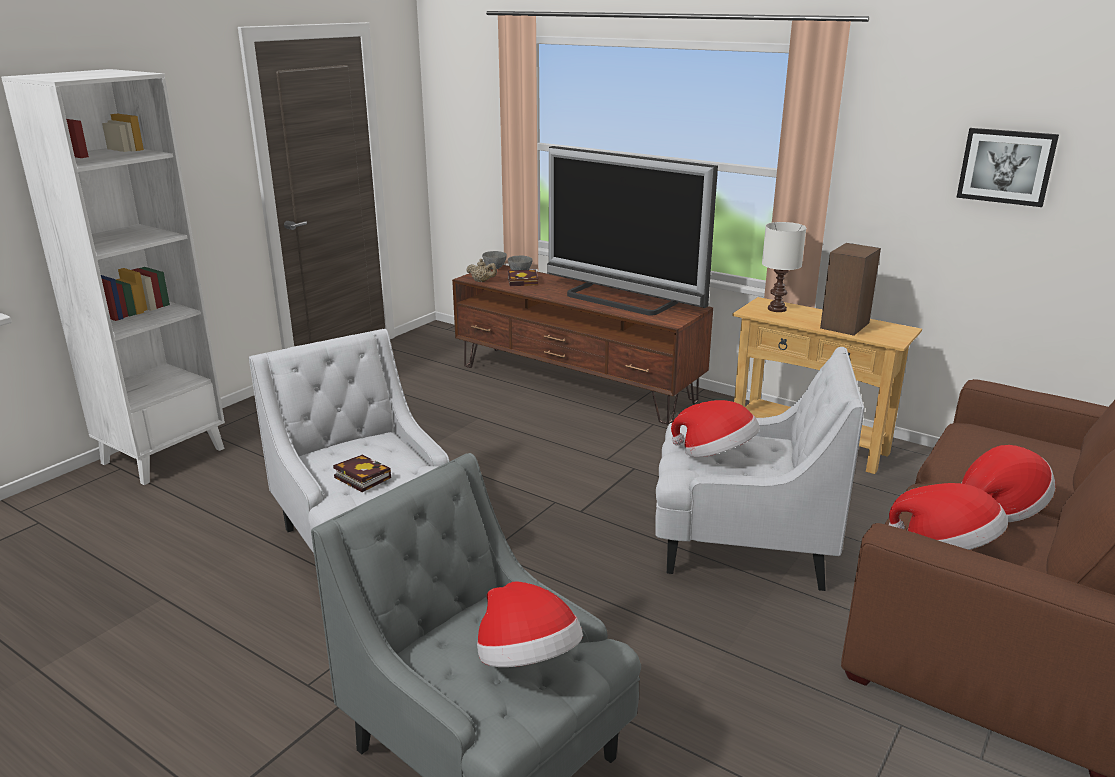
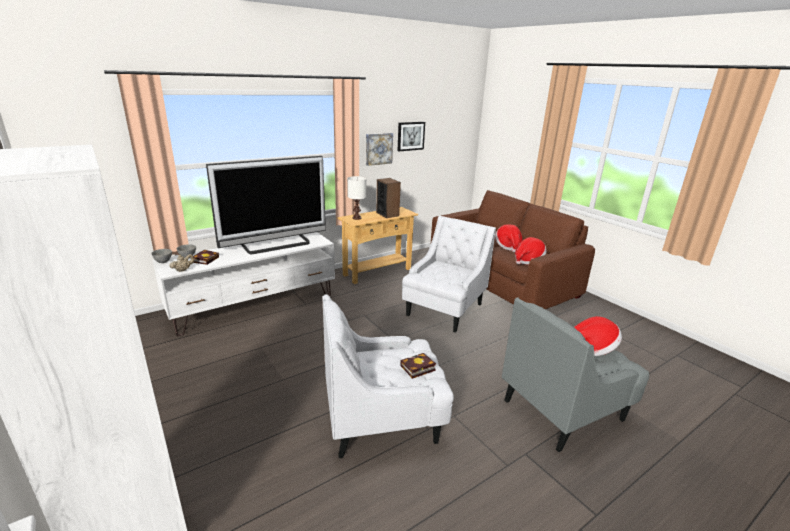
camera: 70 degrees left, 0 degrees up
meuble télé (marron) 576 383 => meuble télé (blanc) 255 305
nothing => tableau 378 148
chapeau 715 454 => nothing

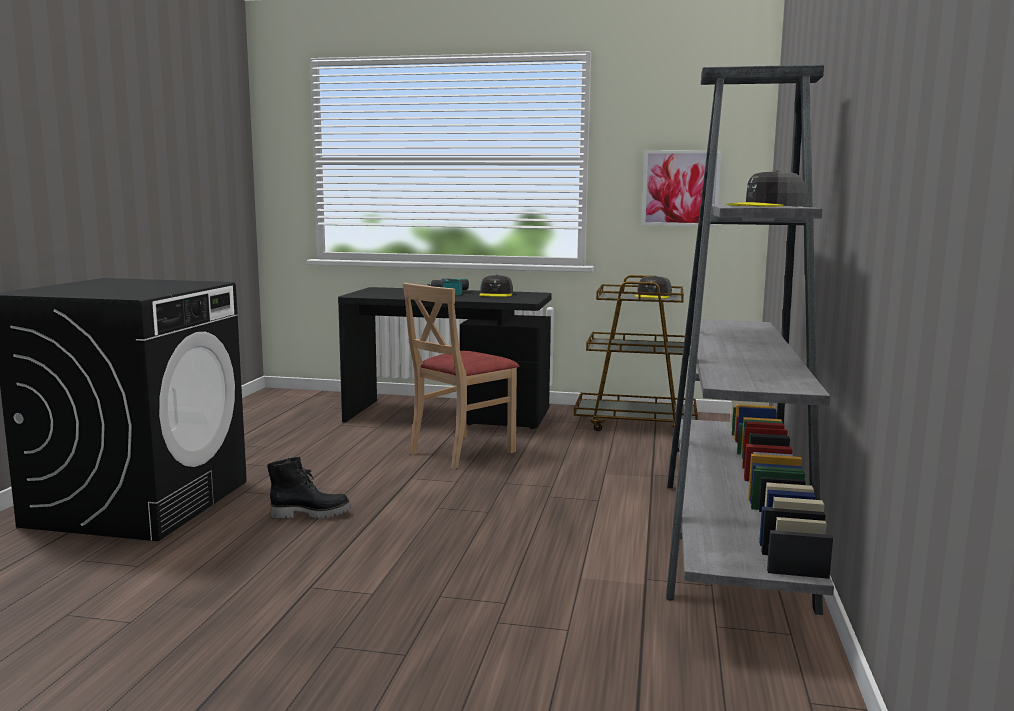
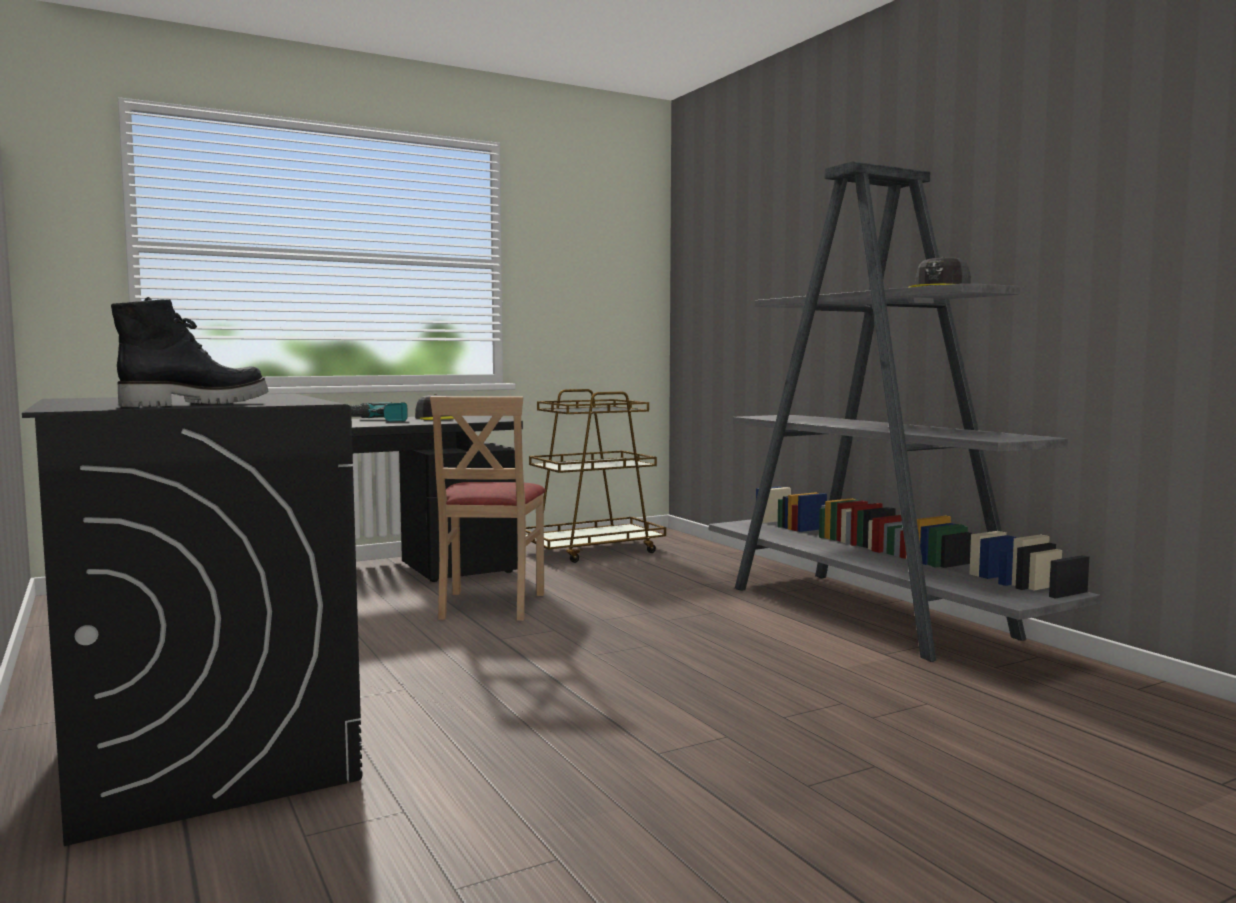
camera: 40 degrees left, 5 degrees down
botte (noir) 311 513 => botte (noir) 195 404, moved
casquette (gris) 653 296 => nothing
tableau 680 188 => nothing

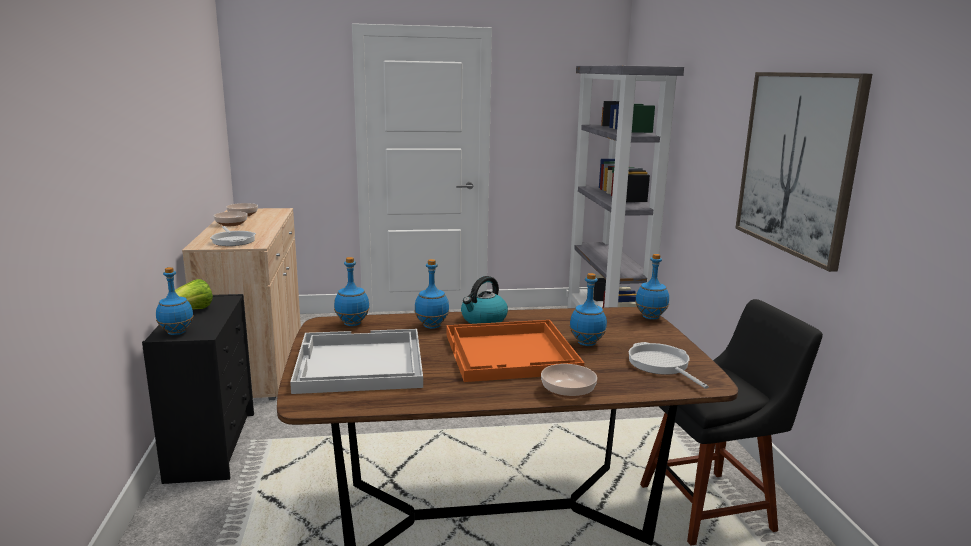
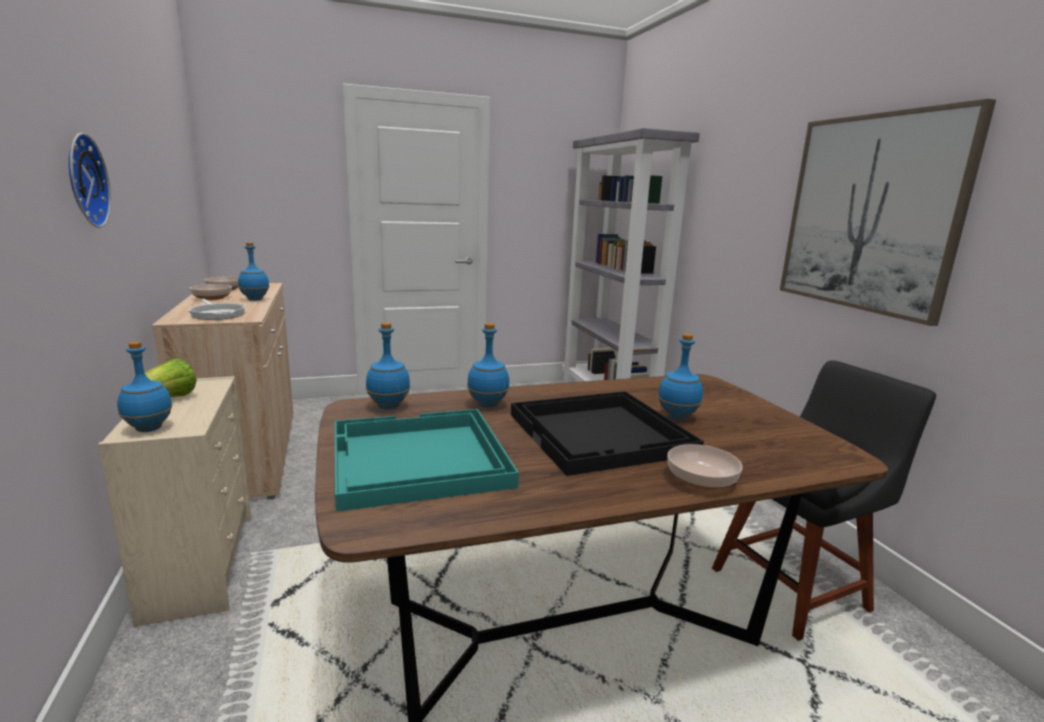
camera: 10 degrees left, 0 degrees up
nothing => horloge murale 82 180
commode (noir) 212 445 => commode (beige) 201 563
bouteille (bleu) 650 317 => bouteille (bleu) 255 299, moved
plateau (blanc) 358 364 => plateau (turquoise) 417 459
plateau (orange) 512 353 => plateau (noir) 602 434
bouilloire 483 319 => nothing
poêle 660 365 => nothing

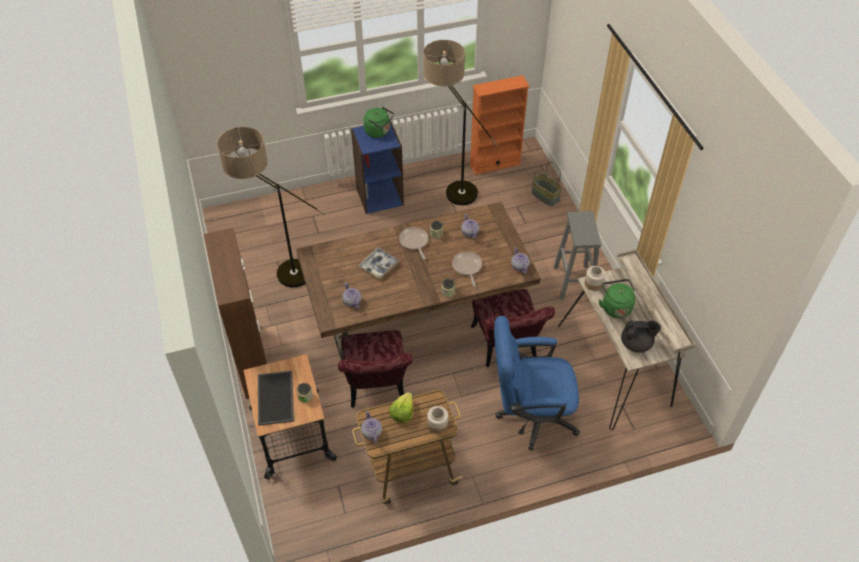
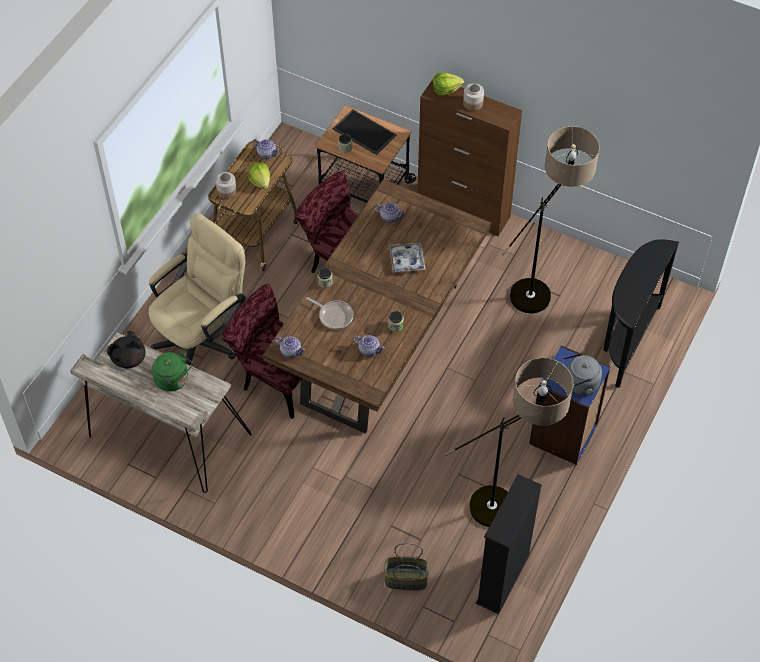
camera: 135 degrees right, 5 degrees up
chaise de bureau (bleu) 529 415 => chaise de bureau (beige) 203 337
nothing => laitue 446 89
bocal 593 283 => bocal 472 103, moved
bibliothèque (orange) 495 164 => bibliothèque (noir) 503 579
bouilloire (vert) 379 131 => bouilloire (gris) 579 384
nothing => table console (noir) 626 341
poêle 414 242 => nothing
tabouret (gris) 574 282 => nothing

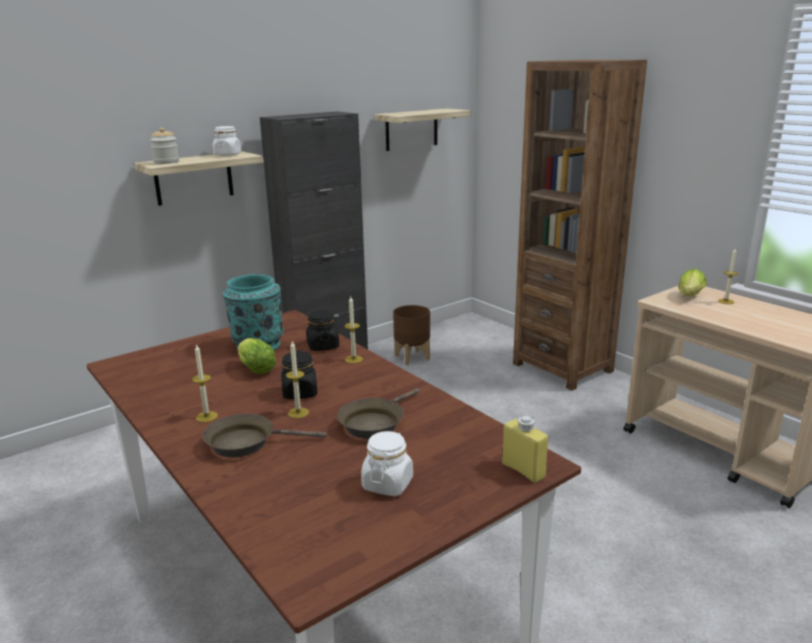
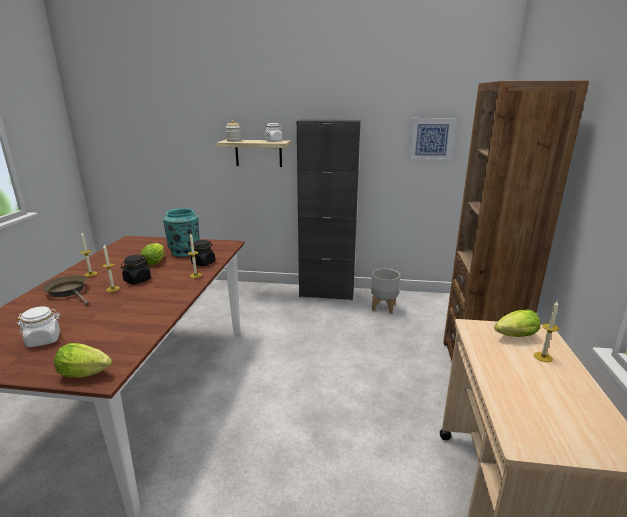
camera: 45 degrees right, 0 degrees up
bouteille (jaune) 523 470 => laitue 88 374
cache-pot (marron) 412 357 => cache-pot (gris) 384 307
étagère 411 129 => tableau 431 139
poêle (marron) 374 423 => nothing

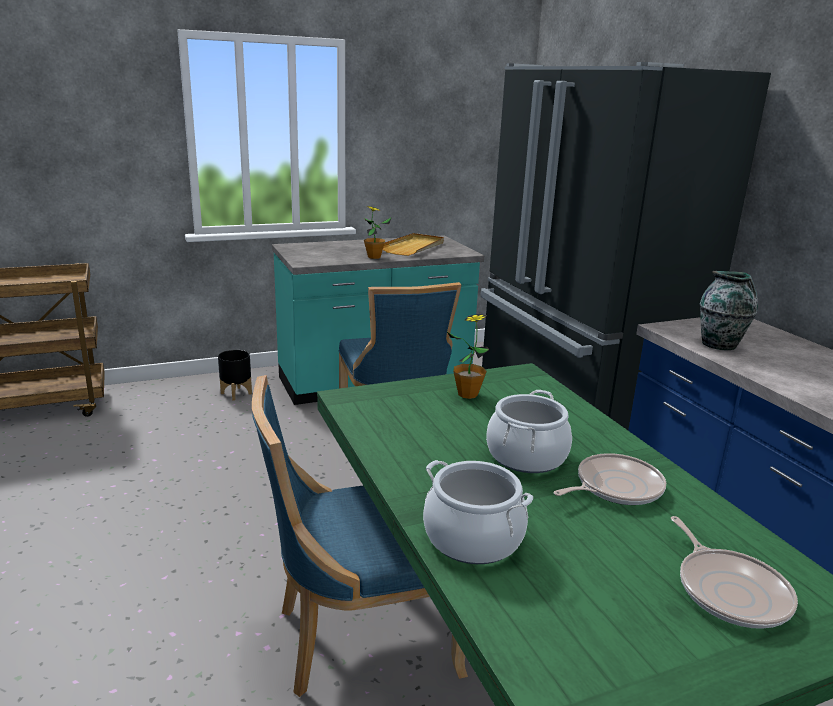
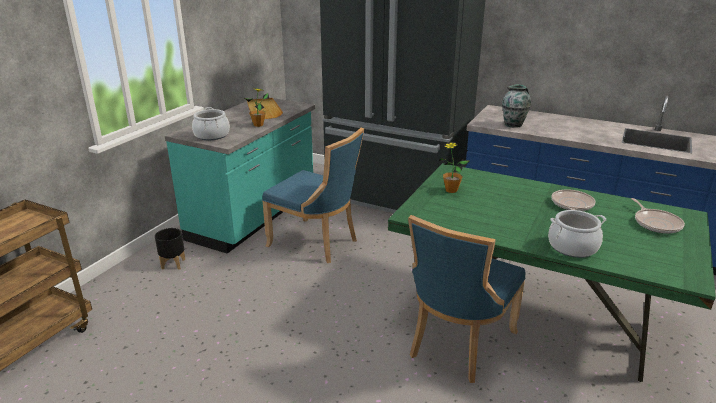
camera: 40 degrees left, 5 degrees up
marmite 526 456 => marmite 211 135, moved
poêle 729 590 => poêle 656 223, 45 degrees clockwise

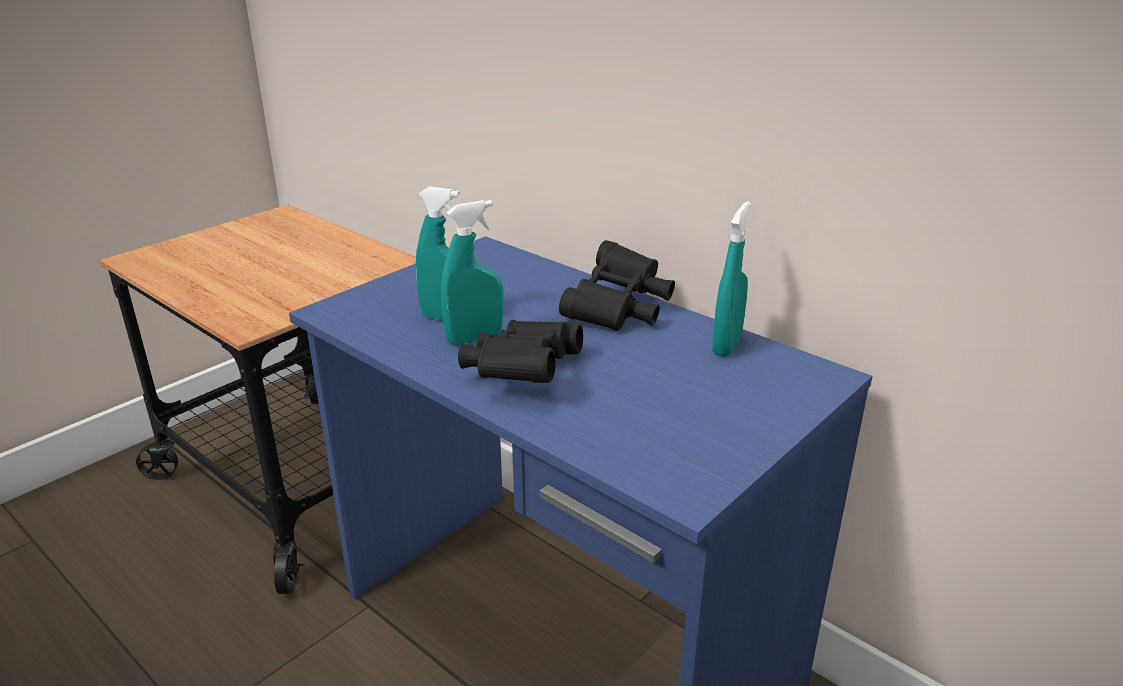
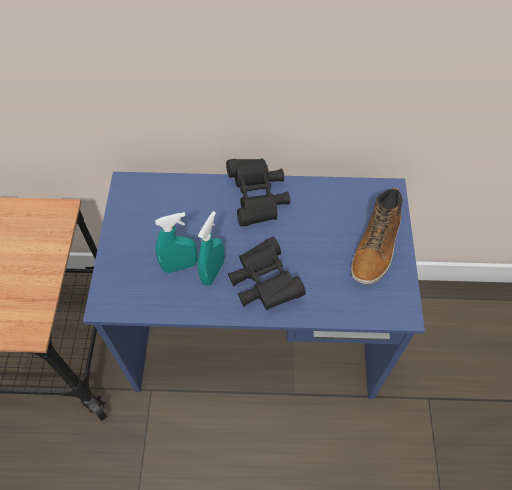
camera: 40 degrees left, 30 degrees up
nothing => botte 376 247
vaporisateur (turquoise) 726 345 => nothing

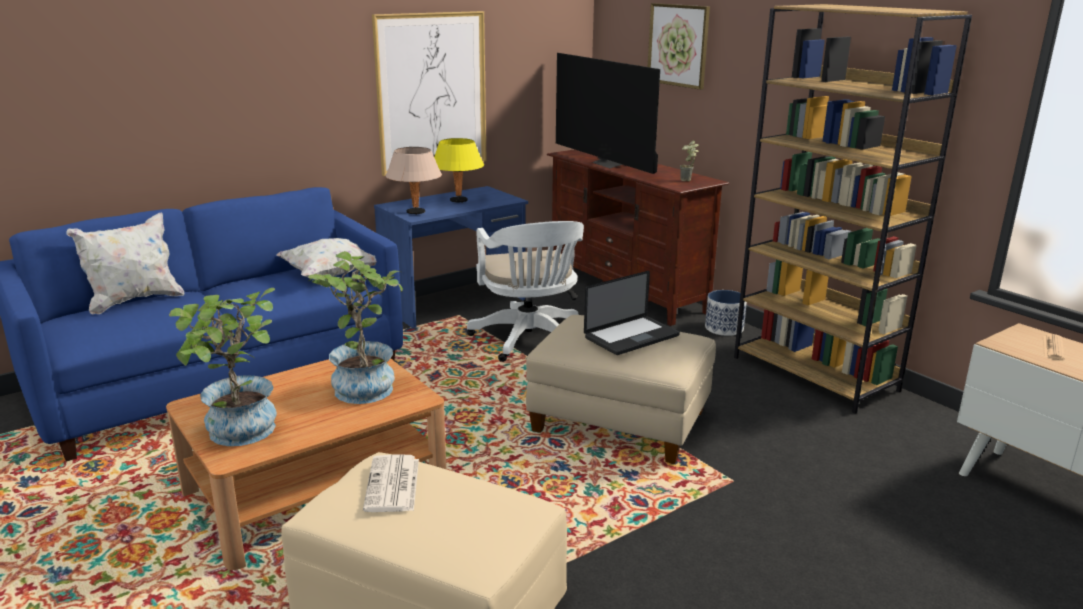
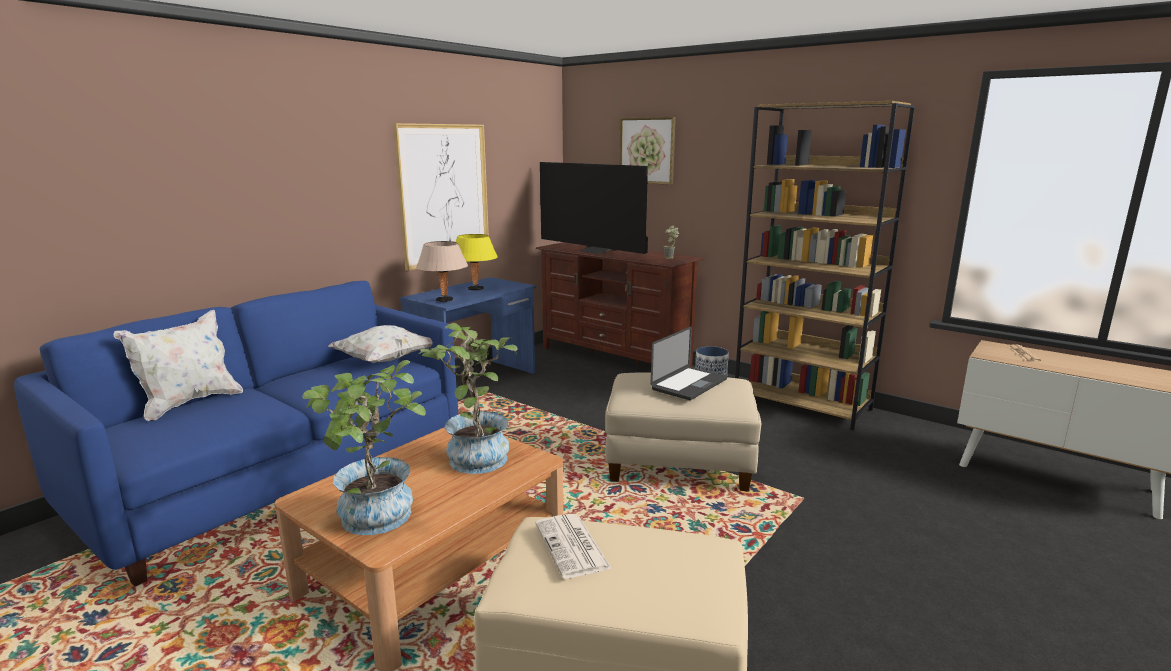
camera: 15 degrees left, 5 degrees down
chaise de bureau (blanc) 529 341 => nothing

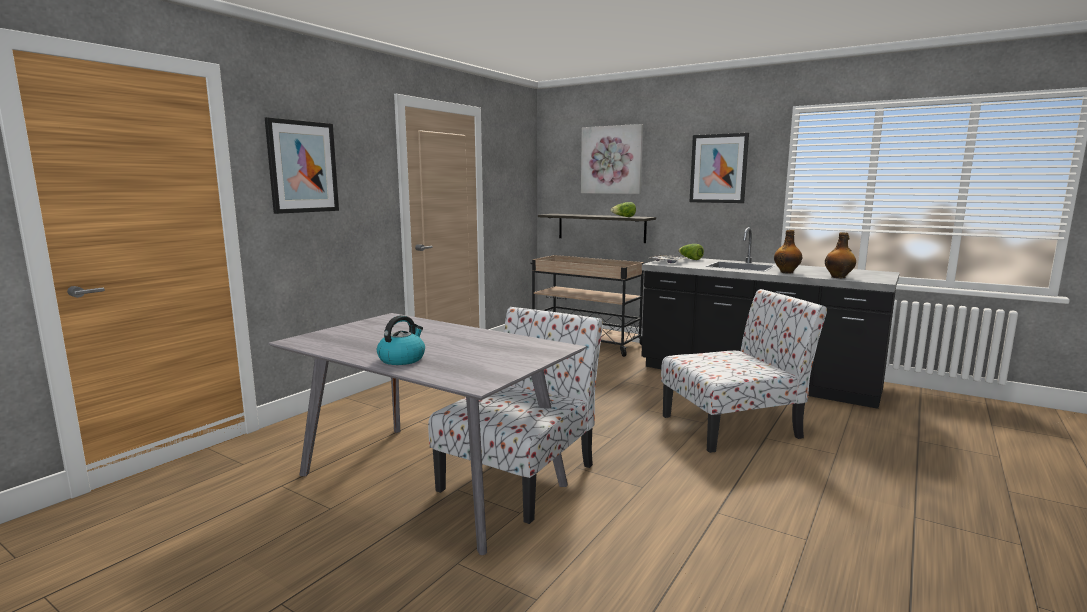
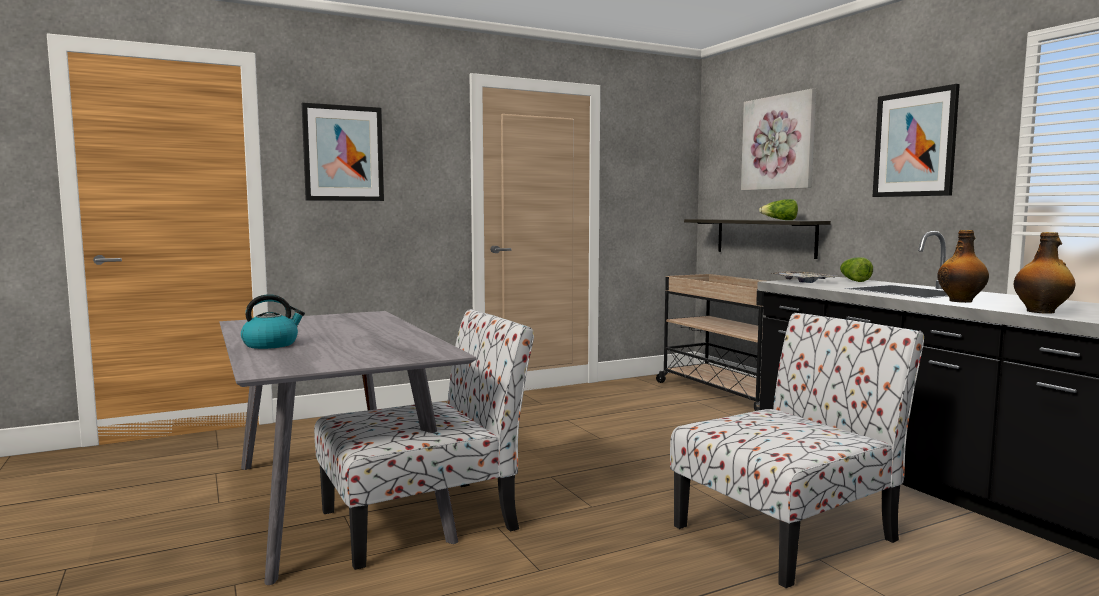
camera: 30 degrees right, 5 degrees down
chaise 733 426 => chaise 788 532, 45 degrees counterclockwise

